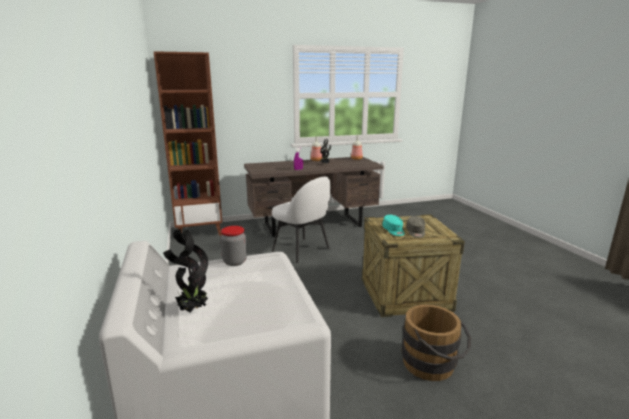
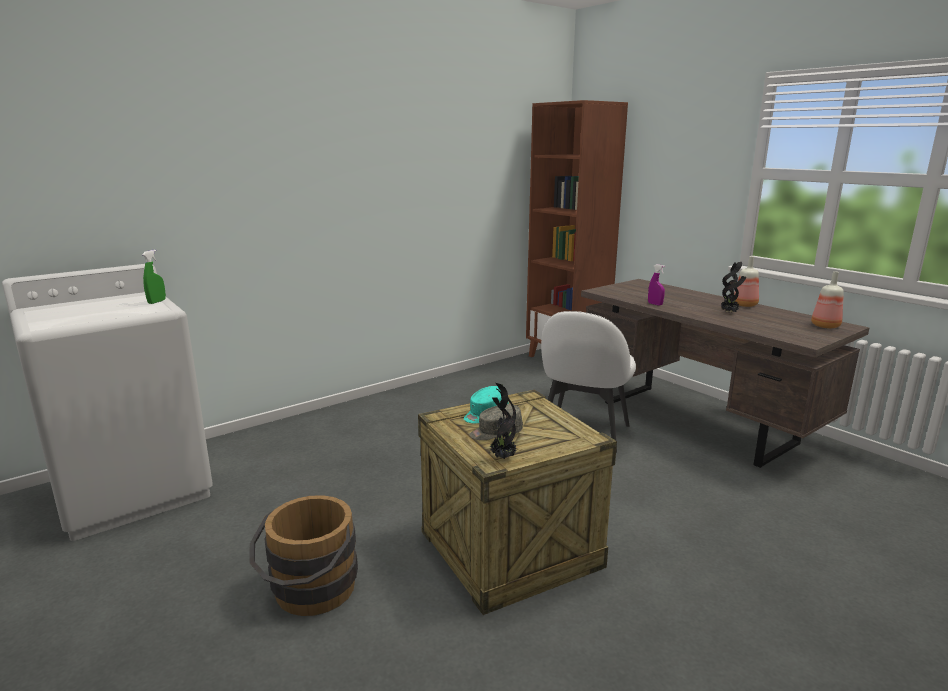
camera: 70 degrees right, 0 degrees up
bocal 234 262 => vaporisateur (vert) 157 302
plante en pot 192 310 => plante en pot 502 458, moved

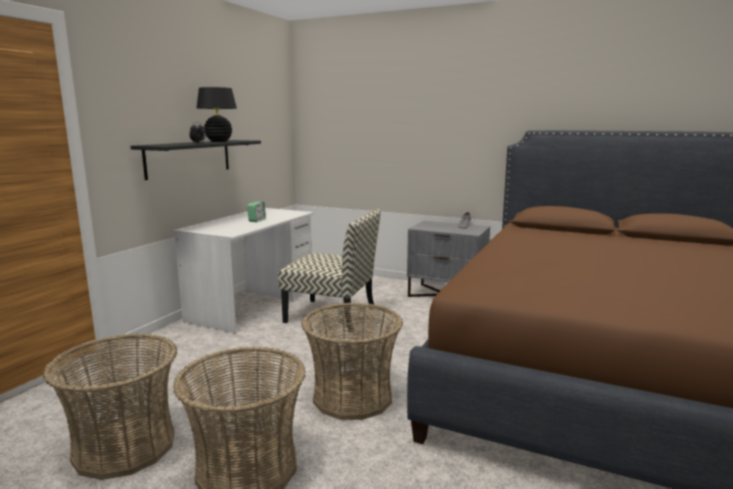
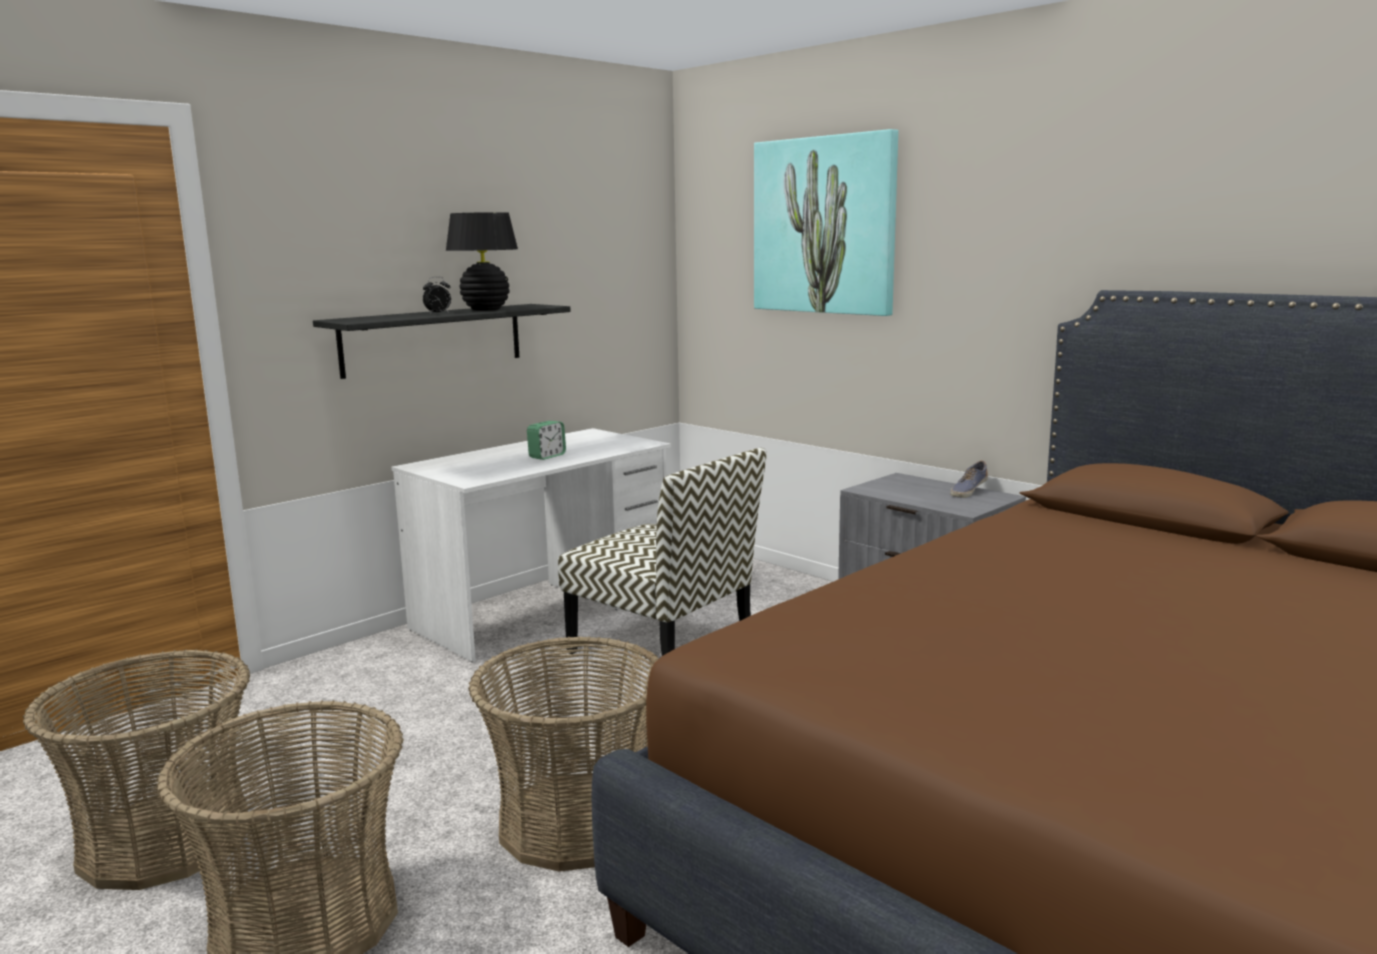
camera: 20 degrees right, 0 degrees up
nothing => tableau 824 226

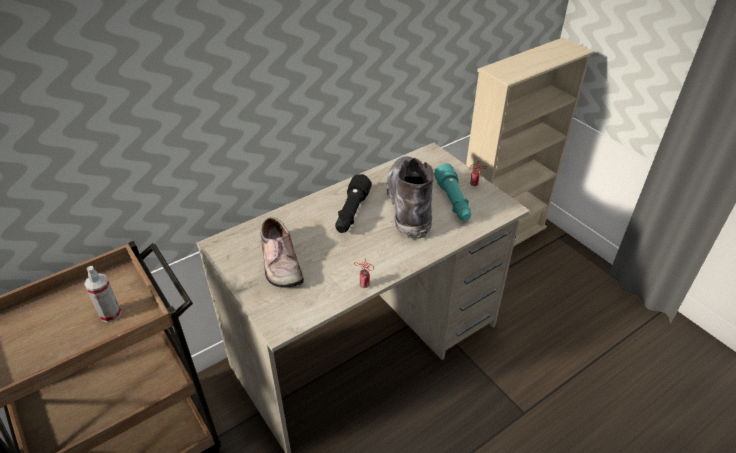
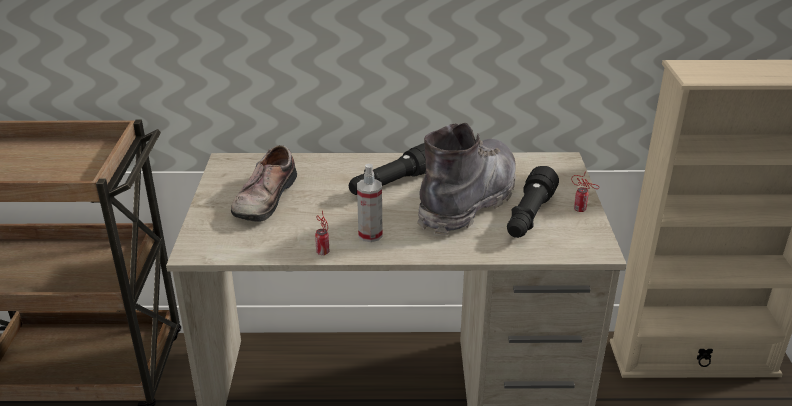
camera: 35 degrees right, 10 degrees down
vaporisateur 110 314 => vaporisateur 370 235, moved
lampe de poche (turquoise) 453 201 => lampe de poche (noir) 529 216

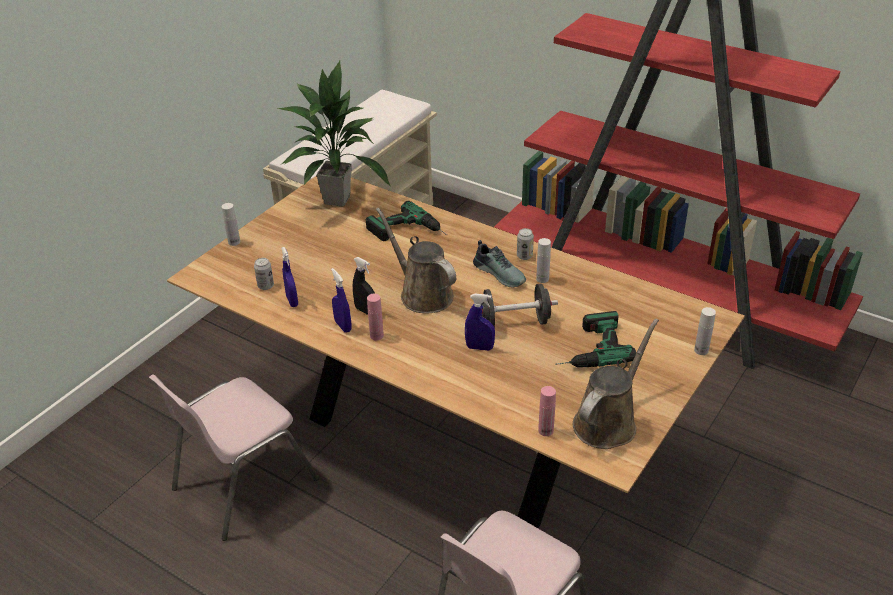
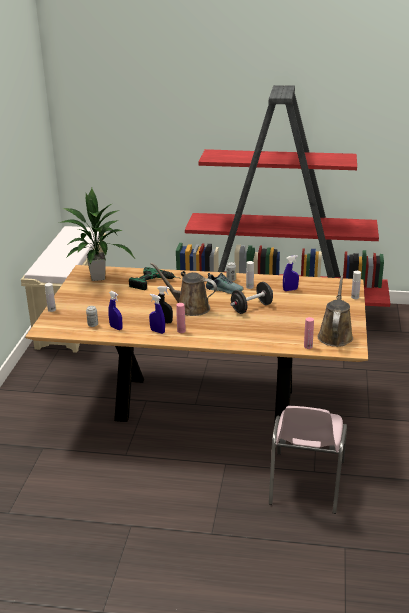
camera: 25 degrees left, 10 degrees down
vaporisateur (bleu) 479 347 => vaporisateur (bleu) 290 290, moved
chaise (rose) 242 484 => nothing
perceuse 587 348 => nothing

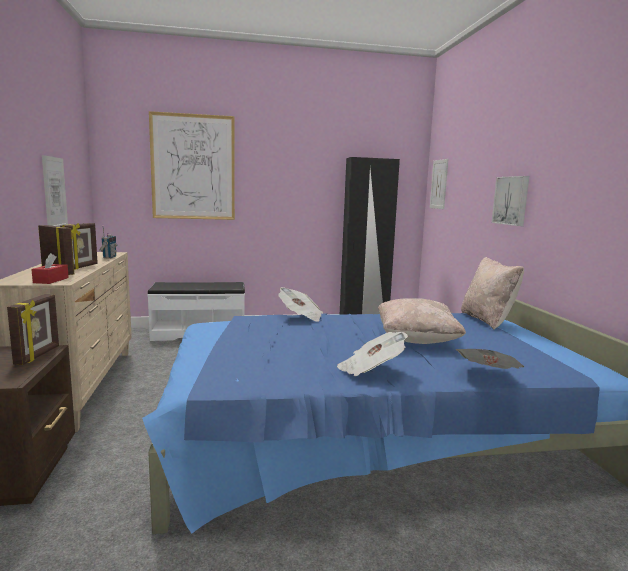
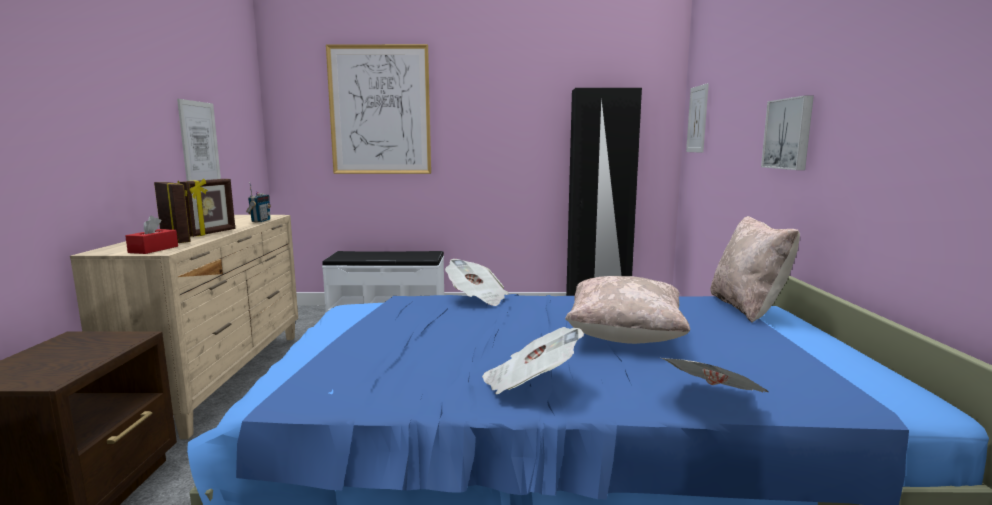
camera: 10 degrees right, 0 degrees up
cadre photo 38 355 => nothing

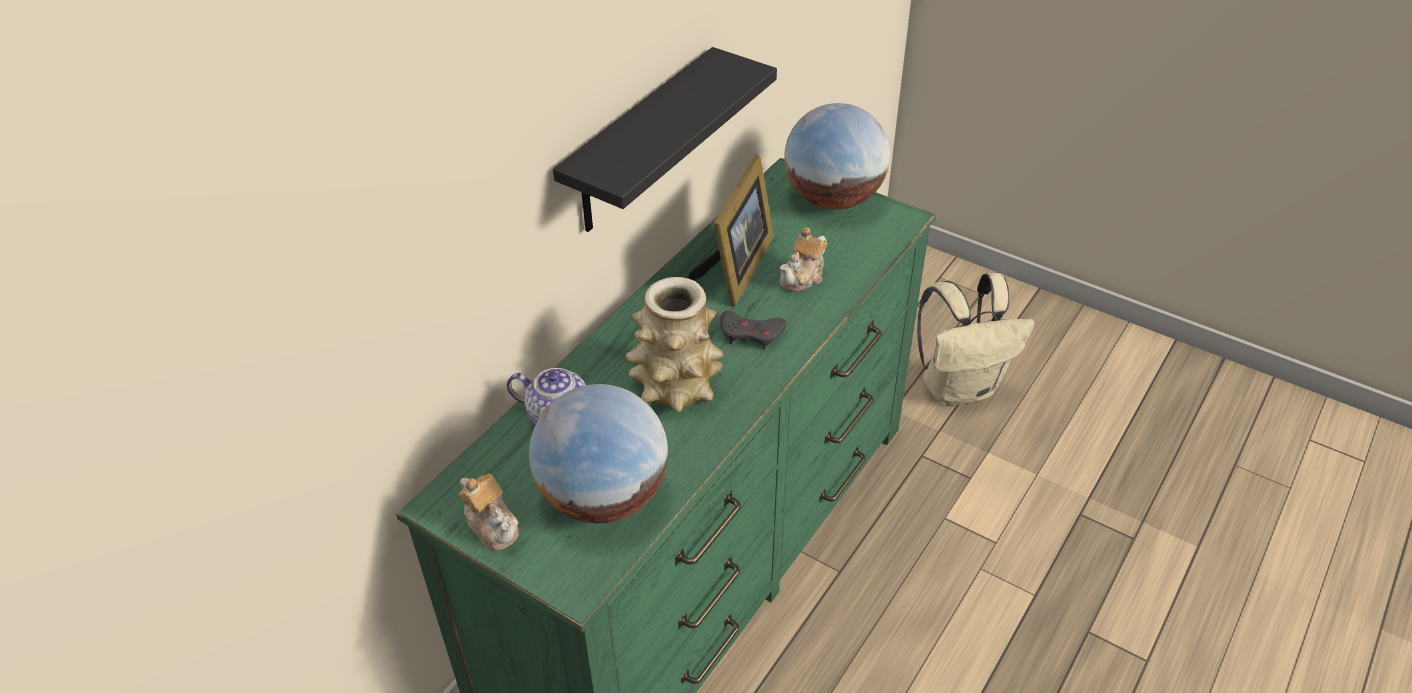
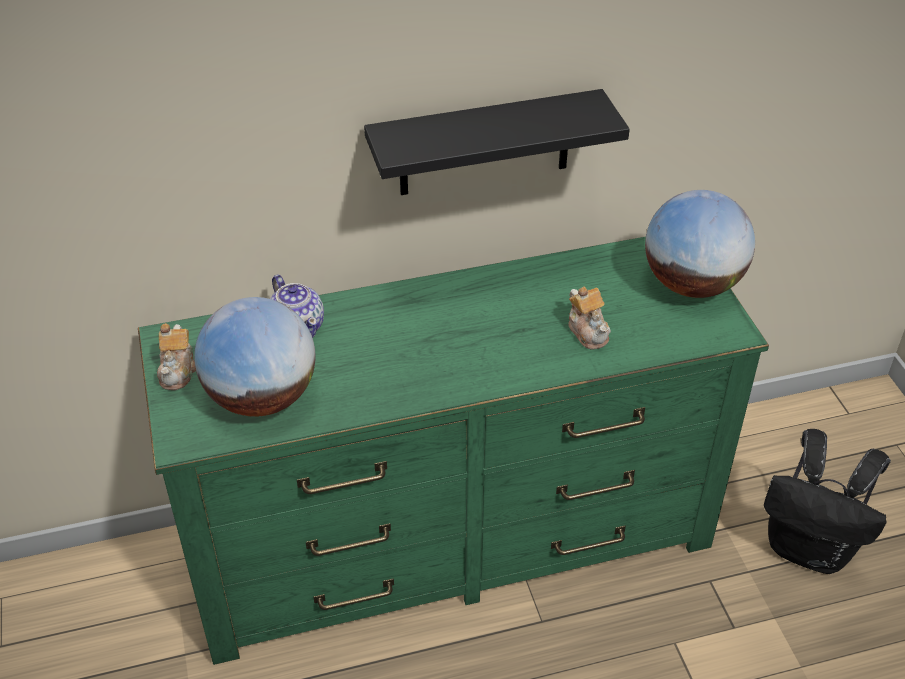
camera: 40 degrees right, 0 degrees up
théière 803 277 => théière 588 331, 105 degrees counterclockwise
sac à dos (beige) 960 387 => sac à dos (noir) 810 548
vase 676 387 => nothing
cadre photo 736 269 => nothing
manette (gris) 751 333 => nothing

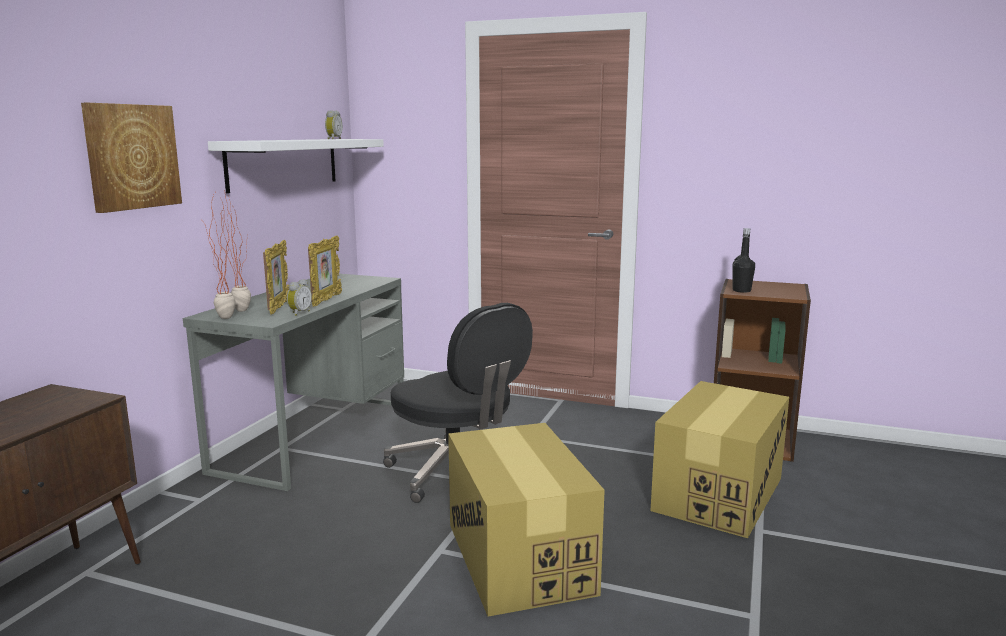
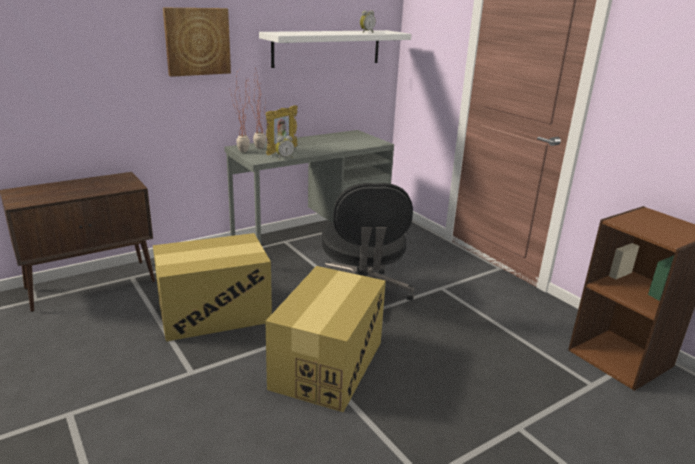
camera: 35 degrees right, 10 degrees up
carton 718 494 => carton 215 313, moved
cadre photo 326 300 => nothing
bouteille (noir) 741 291 => nothing

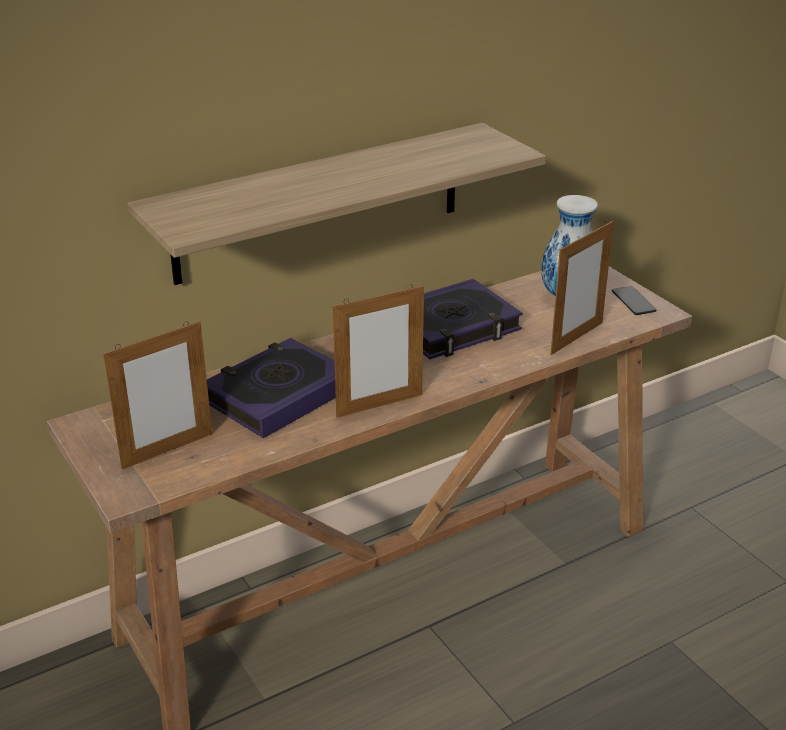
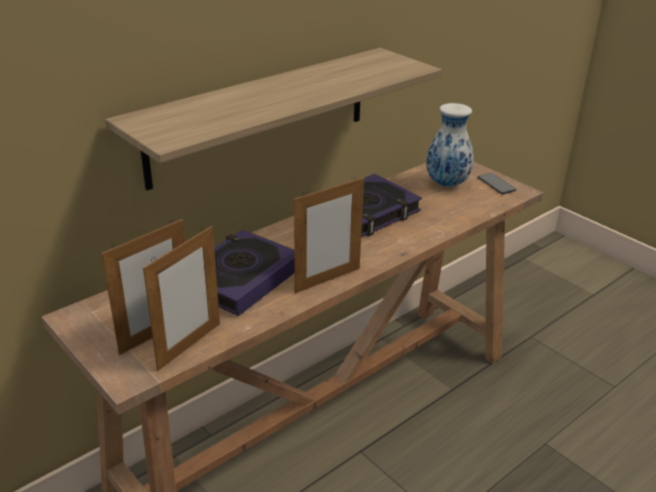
camera: 10 degrees left, 0 degrees up
cadre photo 576 338 => cadre photo 189 346, moved

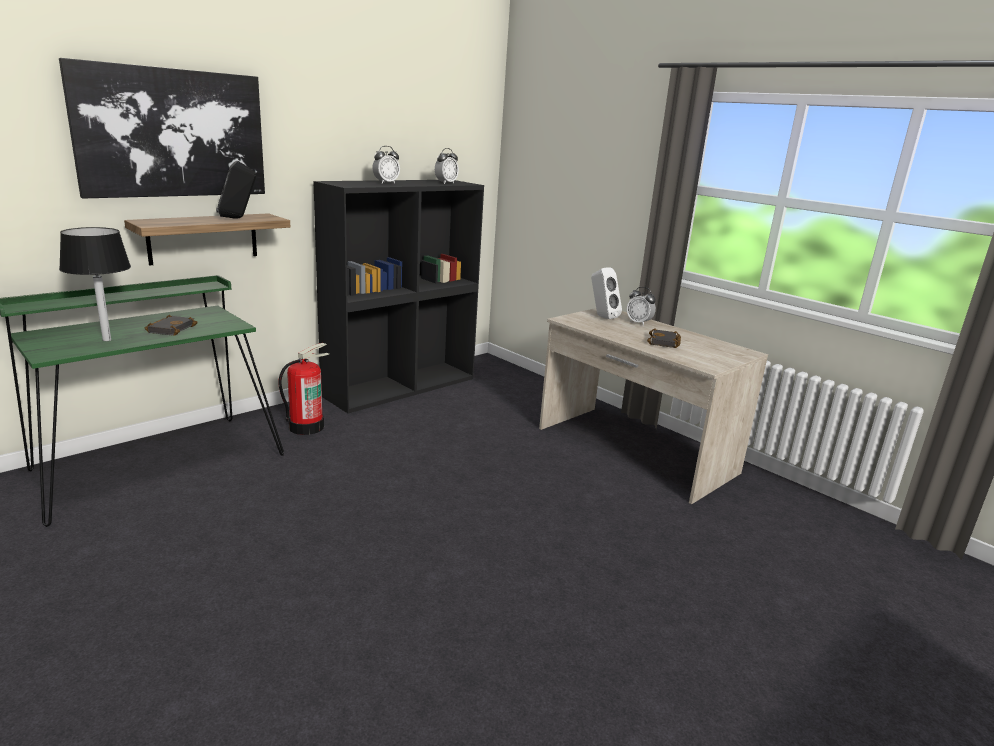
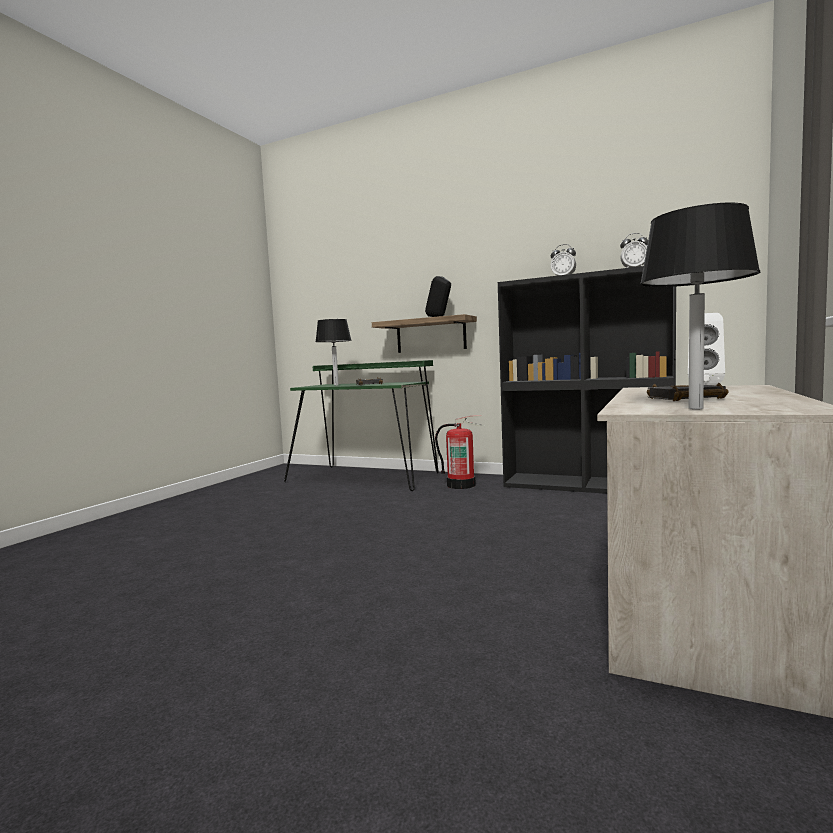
camera: 70 degrees right, 15 degrees down
nothing => lampe de table (noir) 695 408
tableau 172 133 => nothing
réveil 638 323 => nothing

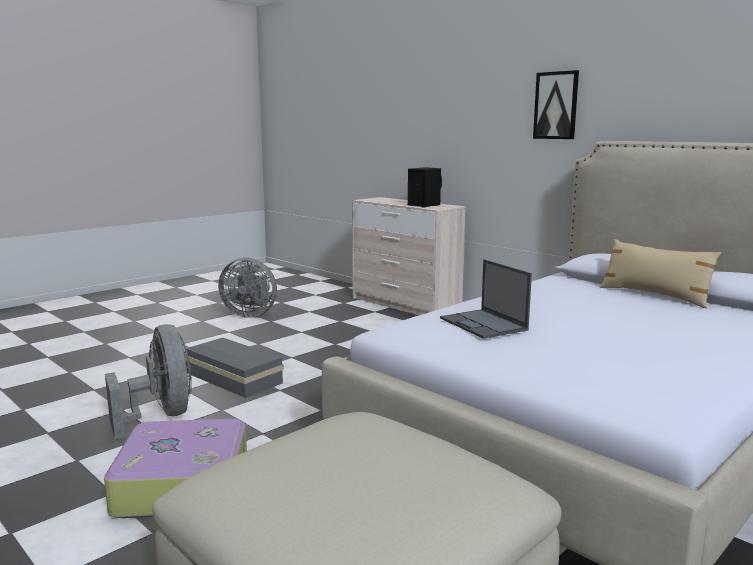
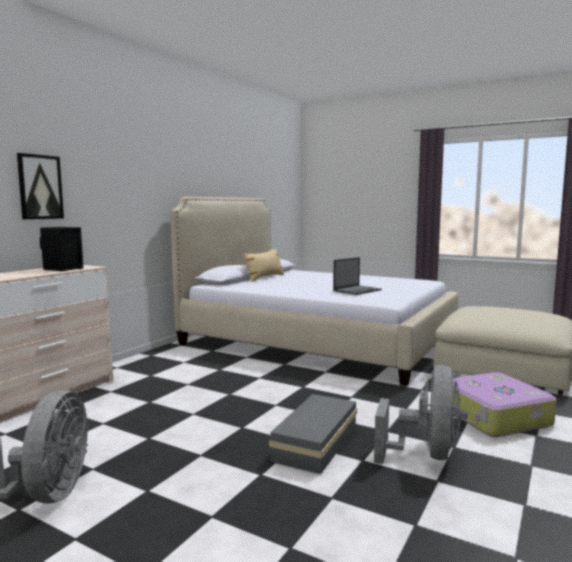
camera: 105 degrees left, 5 degrees down
tableau 556 105 => tableau 40 187, moved
ventilateur (gris) 161 416 => ventilateur (gris) 425 454, 150 degrees clockwise

